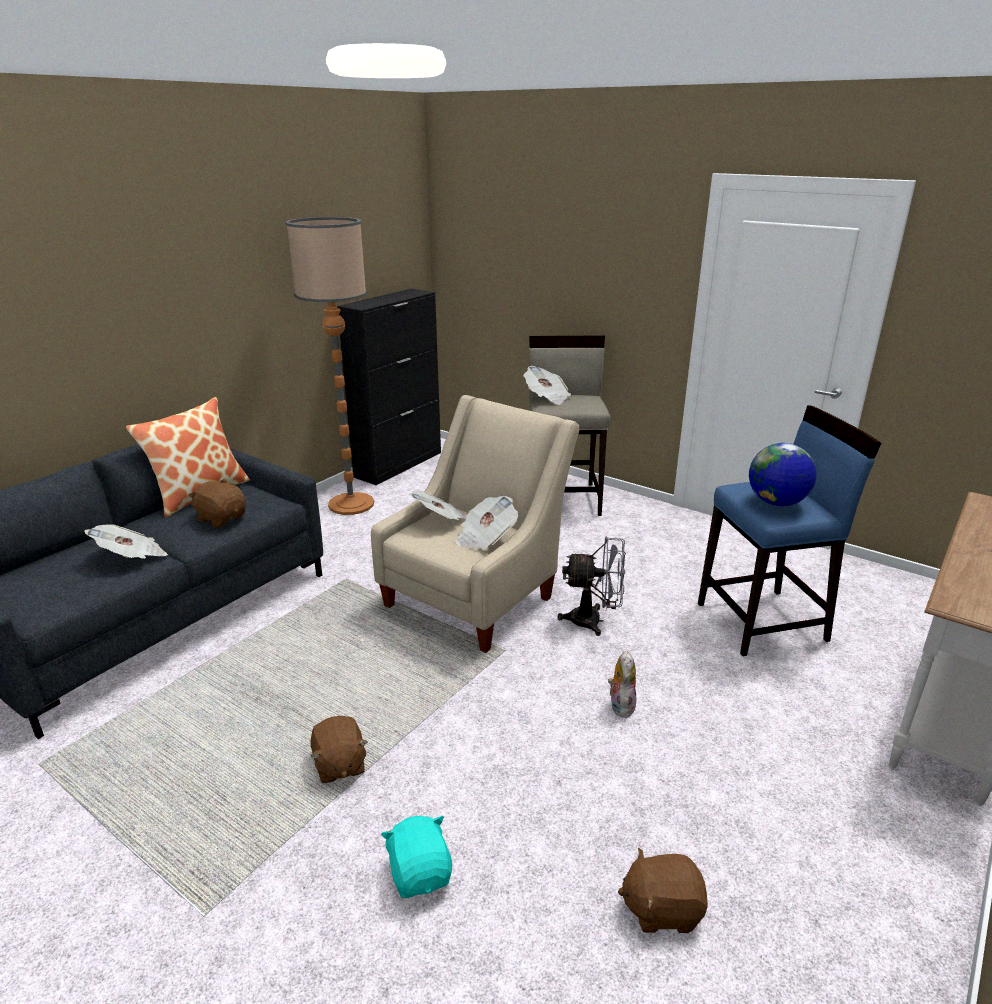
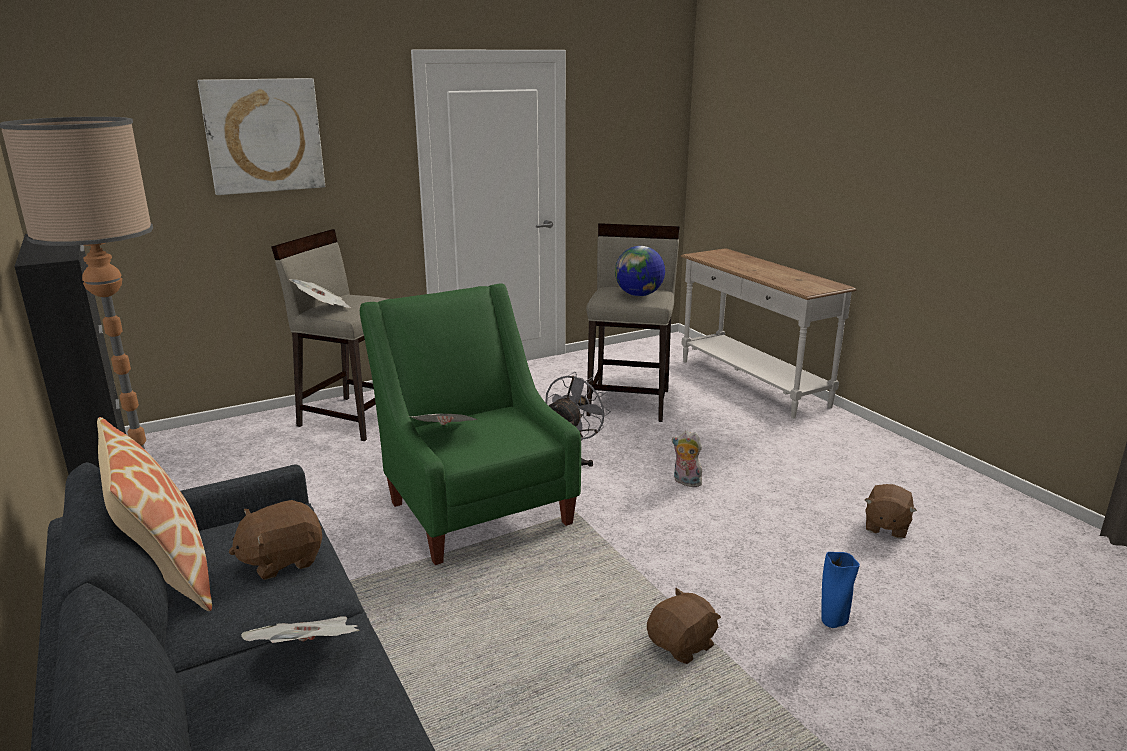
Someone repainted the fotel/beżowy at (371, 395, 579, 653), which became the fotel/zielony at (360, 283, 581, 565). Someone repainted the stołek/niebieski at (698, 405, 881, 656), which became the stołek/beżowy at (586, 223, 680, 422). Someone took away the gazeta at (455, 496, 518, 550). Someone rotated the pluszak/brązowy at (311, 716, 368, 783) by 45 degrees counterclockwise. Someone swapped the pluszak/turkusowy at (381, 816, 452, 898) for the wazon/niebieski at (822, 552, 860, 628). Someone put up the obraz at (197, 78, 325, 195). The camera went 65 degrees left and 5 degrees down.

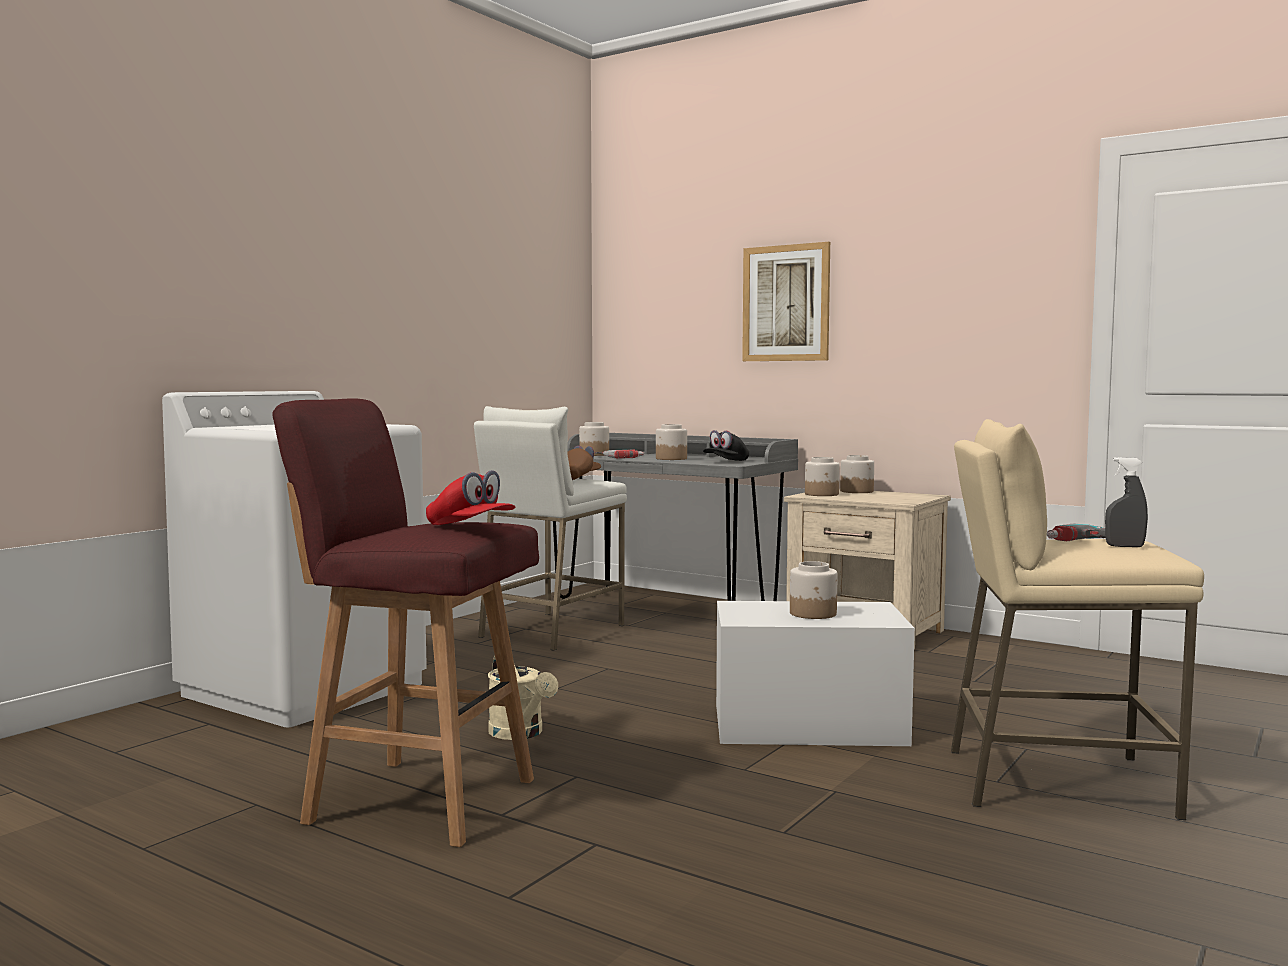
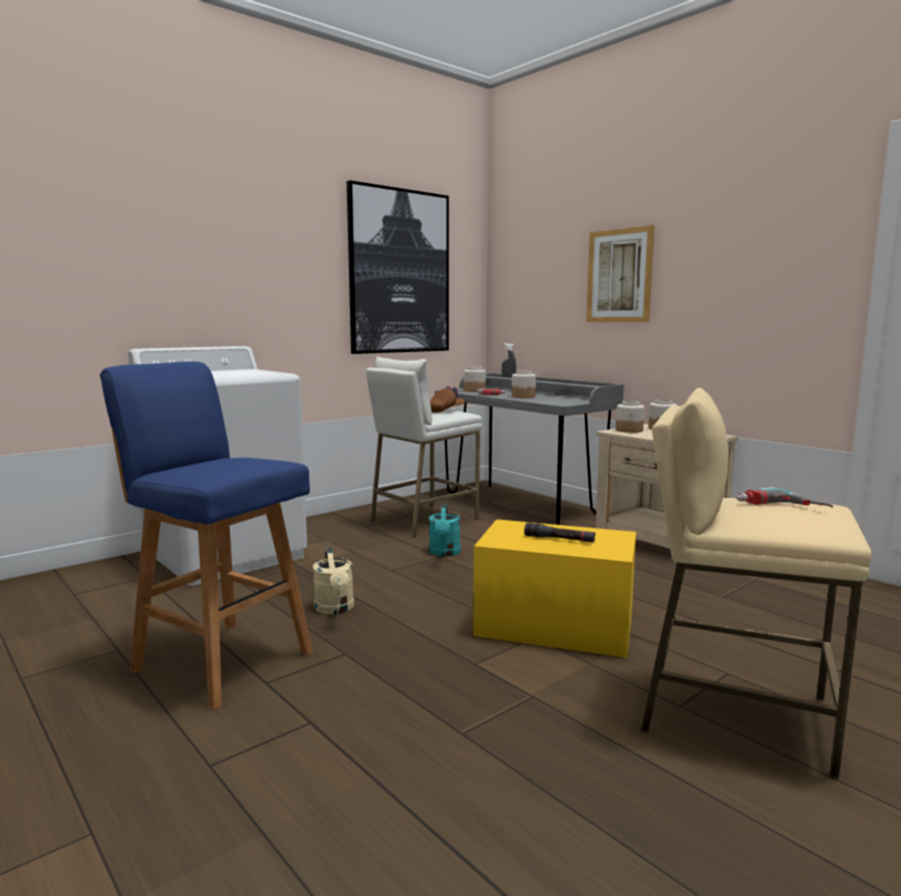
Someone repainted the stołek/czerwony at (272, 398, 539, 847), which became the stołek/niebieski at (100, 361, 313, 710). Someone took away the czapka z daszkiem/czarny at (703, 430, 749, 461). Someone carried the spryskiwacz/szary from (1105, 457, 1148, 547) to (502, 343, 516, 378). Someone took away the czapka z daszkiem/czerwony at (426, 470, 515, 525). Someone swapped the słoik at (790, 561, 838, 619) for the latarka/czarny at (524, 522, 596, 543). Someone repainted the pojemnik do przechowywania/biały at (716, 601, 915, 746), which became the pojemnik do przechowywania/żółty at (473, 519, 636, 658). Someone put up the obraz at (347, 180, 449, 354). Someone put down the konewka/turkusowy at (429, 504, 461, 557). The camera went 15 degrees right and 5 degrees up.

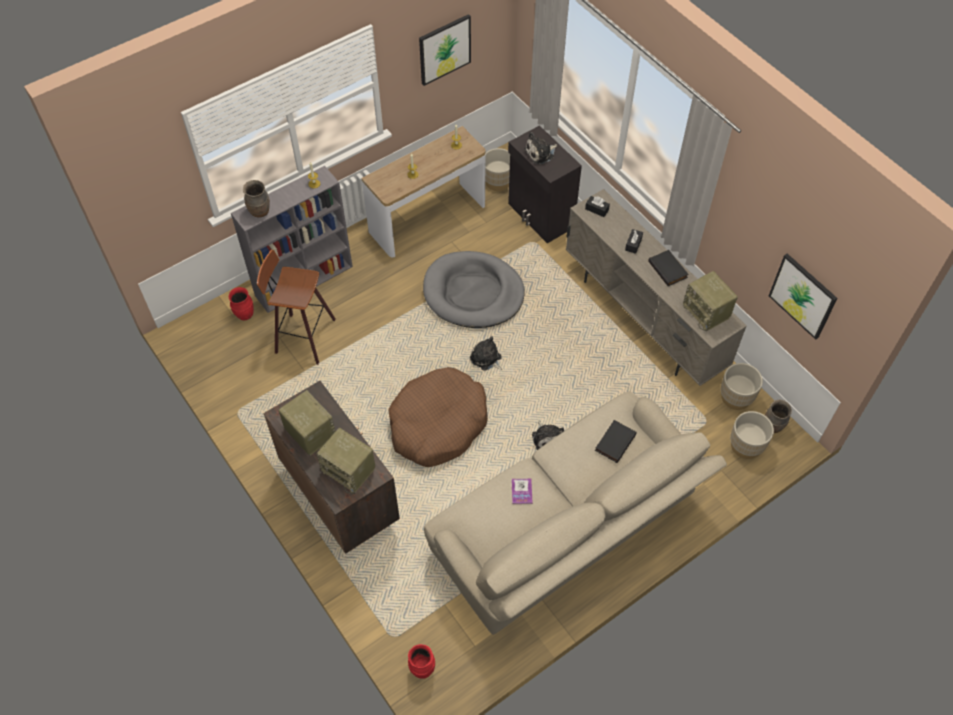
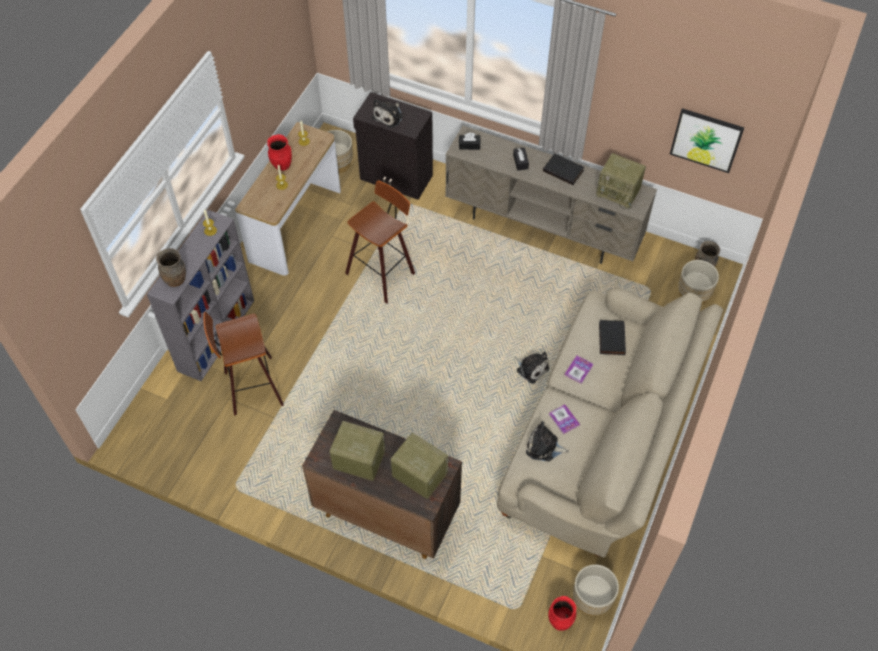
Someone took away the obraz at (419, 14, 471, 86). Someone swapped the legowisko/szary at (423, 251, 525, 328) for the stołek at (345, 180, 415, 304). Someone carried the wazon/czerwony from (229, 287, 254, 320) to (267, 134, 292, 171). Someone carried the pluszak from (470, 336, 502, 371) to (526, 421, 569, 461). Someone carried the donica/beżowy from (721, 363, 763, 410) to (573, 565, 619, 616). Someone took away the legowisko/brązowy at (388, 367, 488, 467). Someone rotated the radio at (316, 428, 375, 494) by 150 degrees counterclockwise. Someone put down the książka at (565, 356, 593, 384). The camera went 30 degrees left and 0 degrees up.

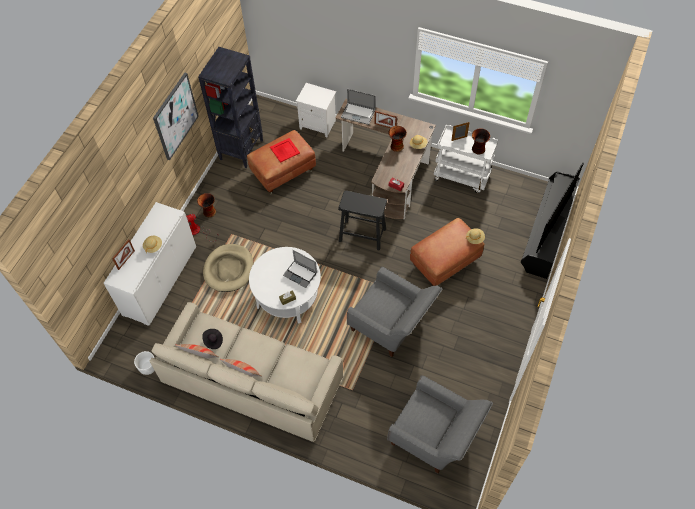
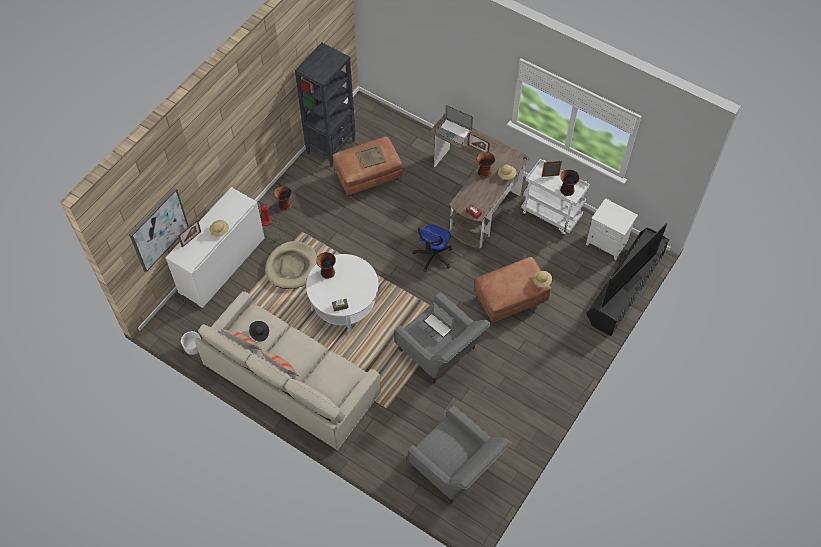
Someone carried the obraz from (153, 73, 199, 160) to (129, 187, 189, 272). Someone carried the szafka nocna/biały from (296, 83, 336, 138) to (586, 198, 638, 260). Someone repainted the taca/czerwony at (270, 138, 300, 163), which became the taca/beżowy at (357, 144, 386, 168). Someone swapped the stołek/czarny at (338, 190, 387, 251) for the krzesło biurowe at (412, 224, 452, 272). Someone carried the laptop from (283, 250, 317, 288) to (418, 302, 454, 343). Someone put down the wazon at (316, 252, 336, 279). The camera went 10 degrees right and 0 degrees up.

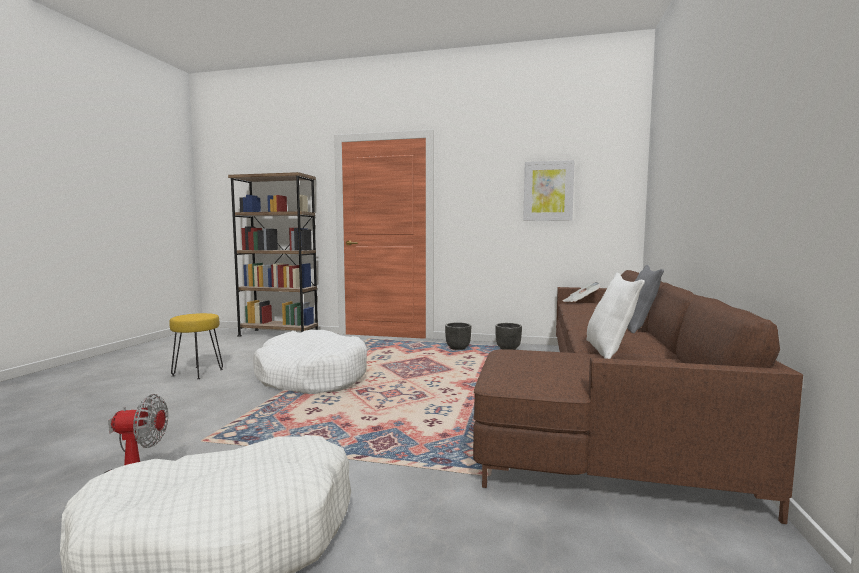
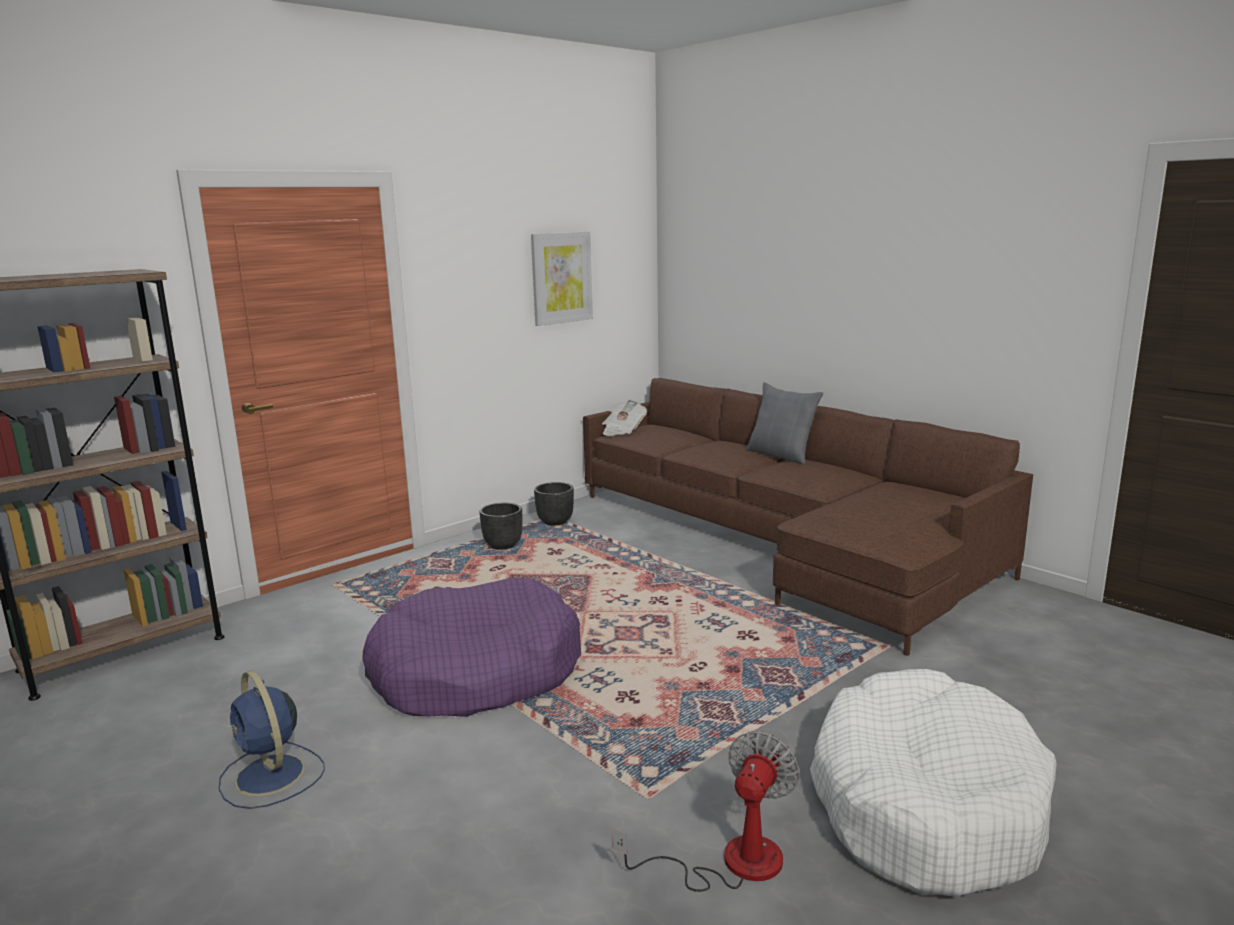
Someone took away the poduszka/biały at (587, 272, 645, 359). Someone swapped the stołek/żółty at (169, 313, 223, 379) for the wentylator/niebieski at (218, 671, 325, 809). Someone repainted the legowisko/biały at (253, 330, 367, 394), which became the legowisko/fioletowy at (362, 577, 581, 717). The camera went 55 degrees left and 10 degrees up.

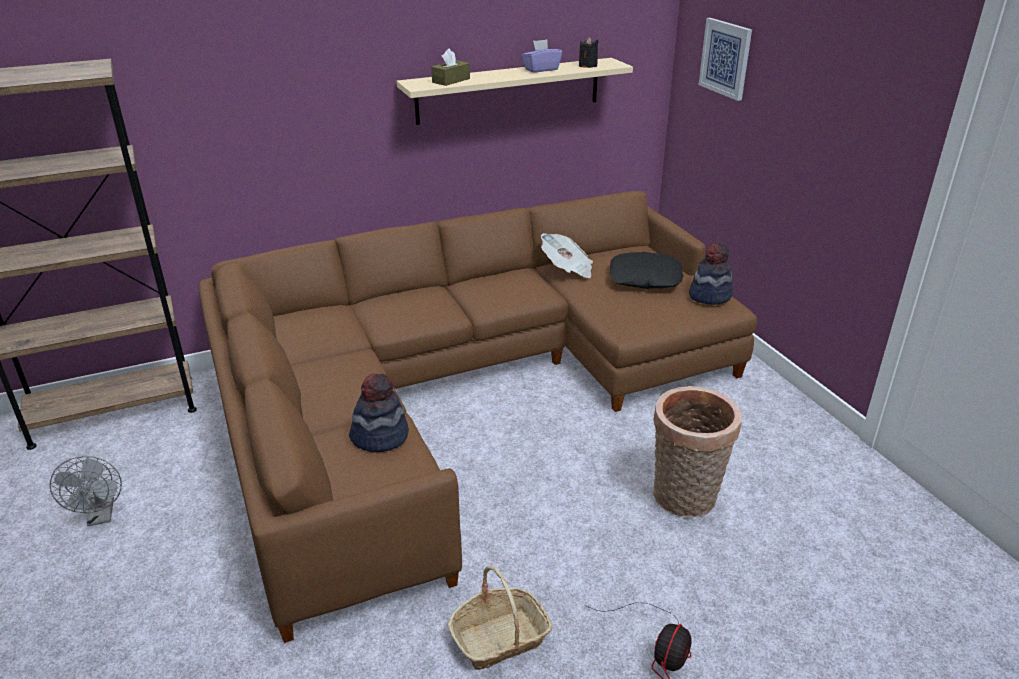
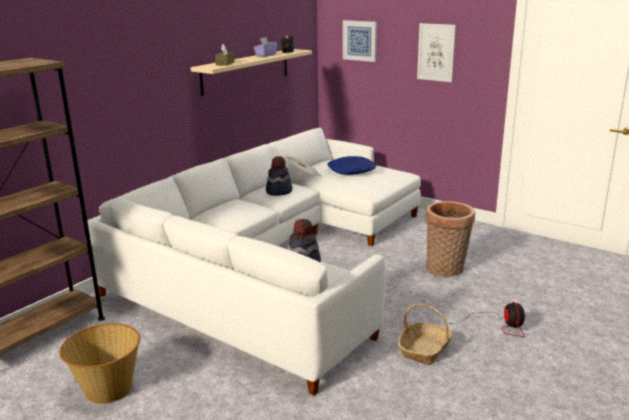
Someone repainted the kanapa/brązowy at (199, 191, 757, 643), which became the kanapa/biały at (85, 128, 421, 396). Someone carried the kapelusz from (689, 243, 733, 305) to (266, 156, 293, 196). Someone repainted the poduszka/czarny at (609, 252, 683, 289), which became the poduszka/niebieski at (328, 156, 376, 175). Someone swapped the wentylator/szary at (50, 456, 122, 526) for the koszyk at (59, 323, 140, 404). Someone put up the obraz at (417, 23, 456, 82). The camera went 30 degrees left and 10 degrees down.

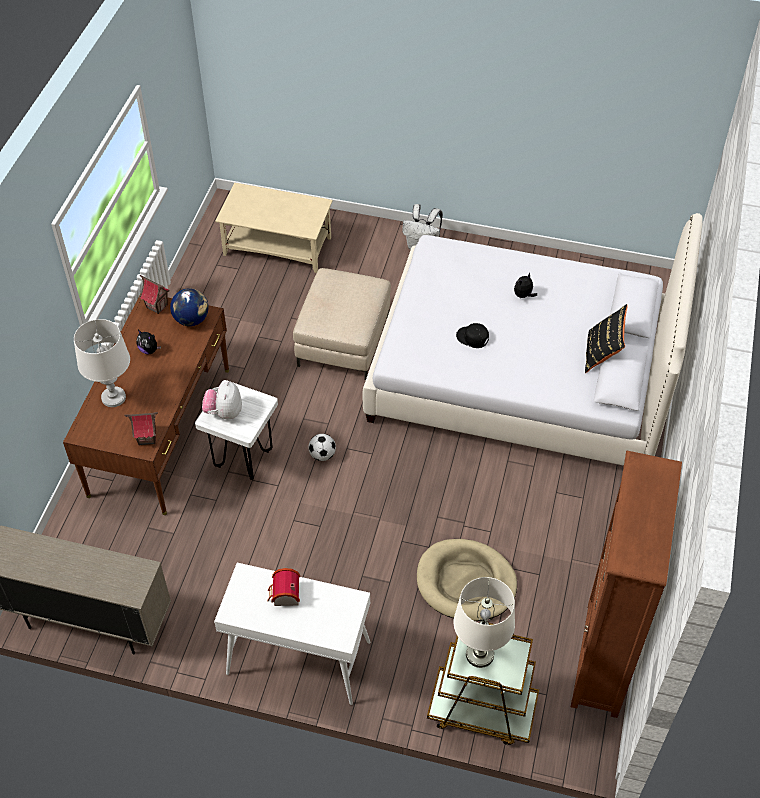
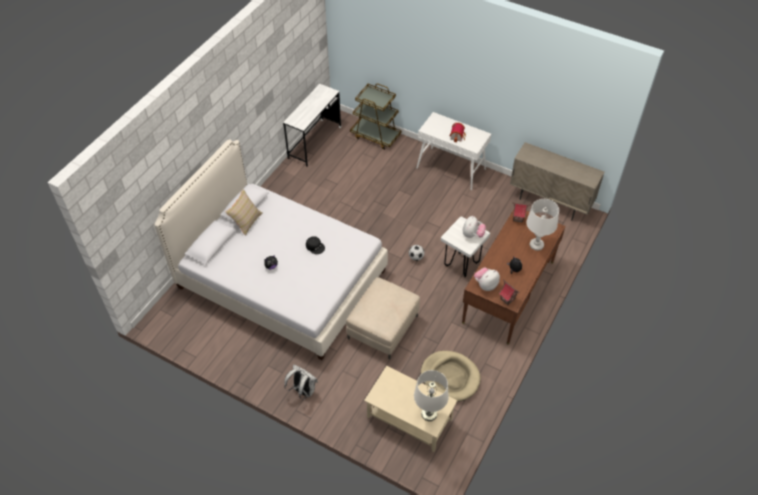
Someone swapped the globus at (170, 288, 209, 326) for the pluszak at (474, 267, 500, 291). Someone repainted the poduszka/czarny at (585, 304, 627, 373), which became the poduszka/beżowy at (225, 189, 262, 236). Someone swapped the regał/brązowy at (571, 451, 682, 718) for the biurko/biały at (283, 84, 341, 166). Someone carried the legowisko/beżowy from (417, 539, 517, 621) to (421, 351, 481, 402). Someone carried the lampa stołowa/biały from (454, 577, 515, 668) to (414, 370, 449, 421). The camera went 165 degrees left and 0 degrees up.

